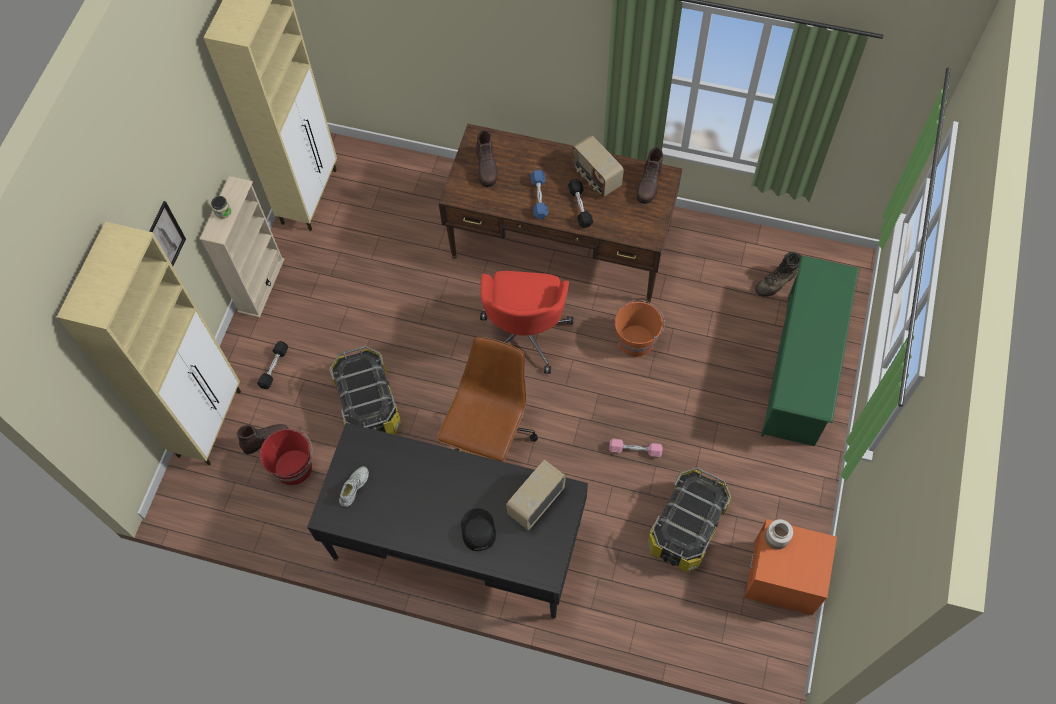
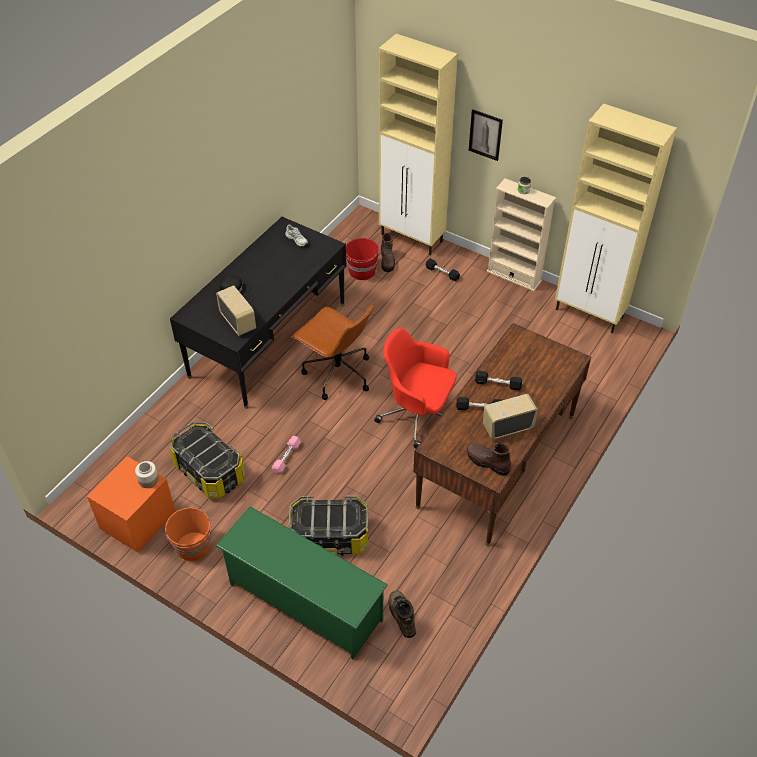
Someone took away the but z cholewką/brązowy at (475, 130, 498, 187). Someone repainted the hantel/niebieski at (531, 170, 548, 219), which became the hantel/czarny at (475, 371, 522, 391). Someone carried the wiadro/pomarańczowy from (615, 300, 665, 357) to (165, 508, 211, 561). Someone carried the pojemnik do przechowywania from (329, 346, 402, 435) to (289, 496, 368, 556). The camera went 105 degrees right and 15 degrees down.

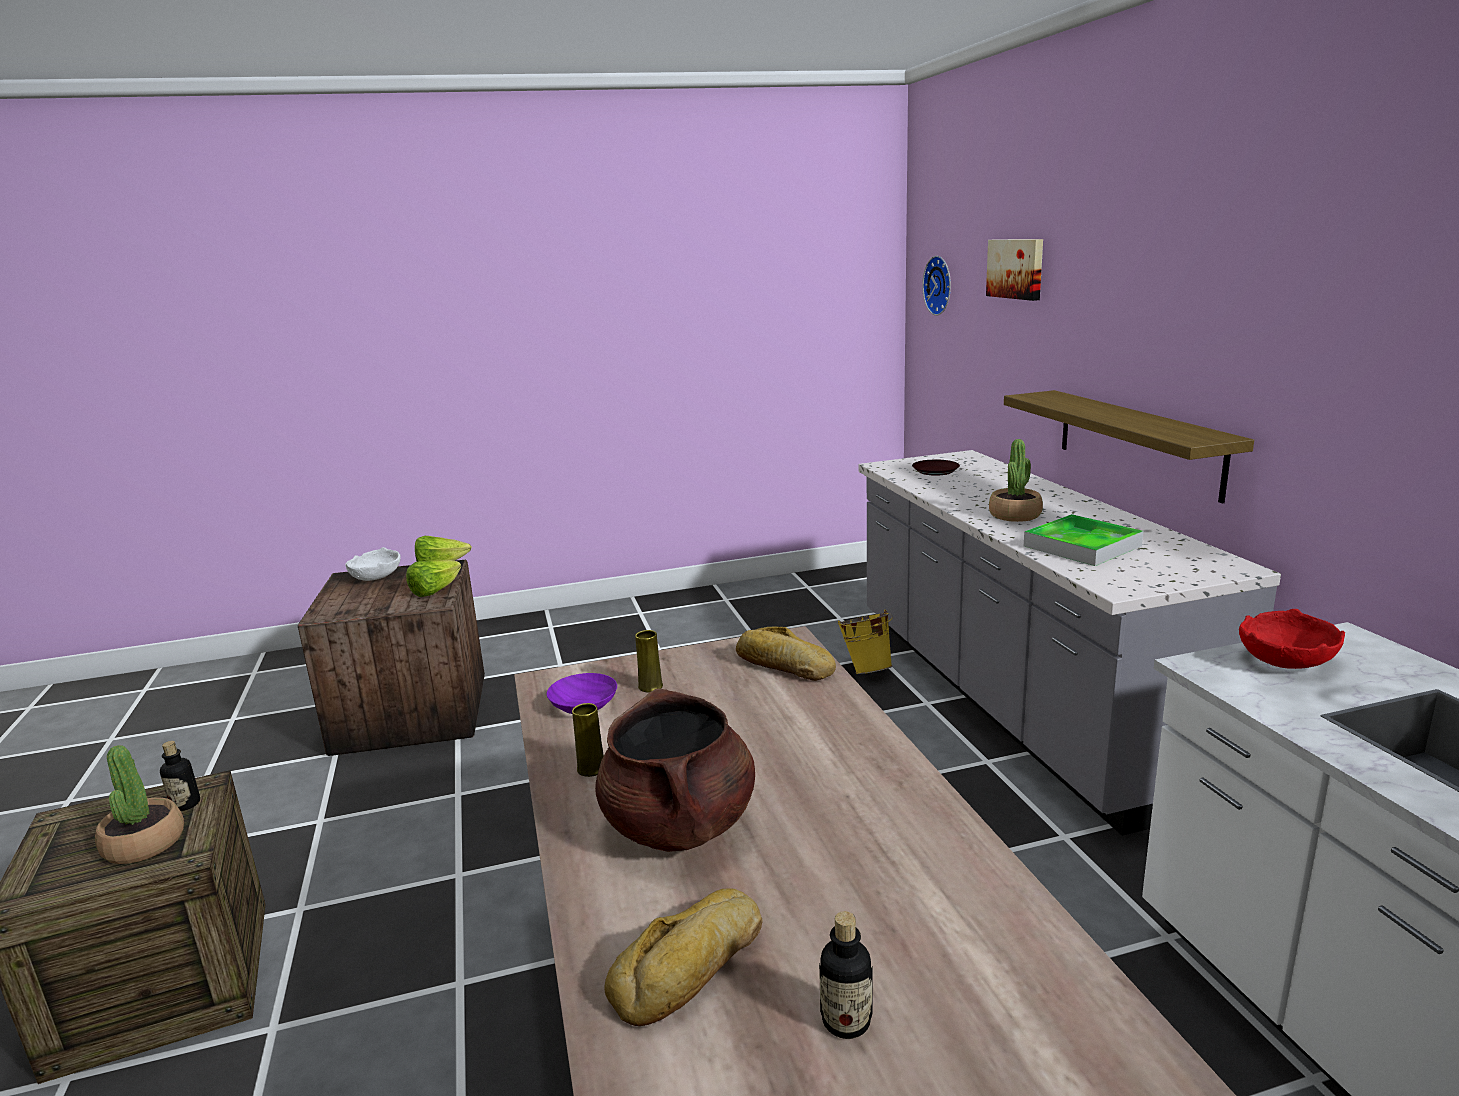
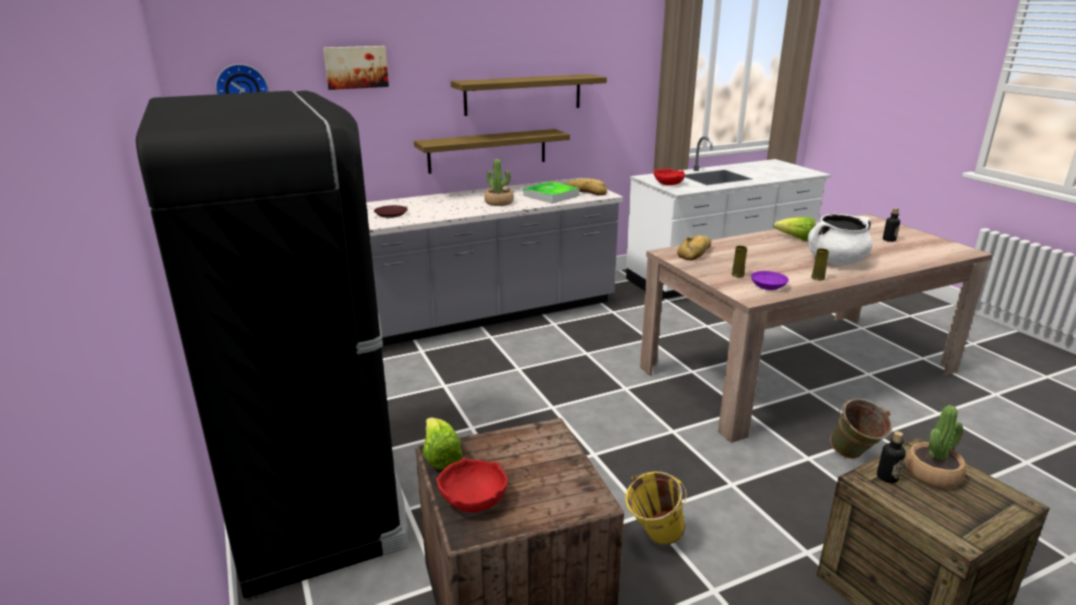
Someone repainted the miska/biały at (345, 547, 400, 581), which became the miska/czerwony at (436, 458, 508, 512). Someone carried the sałata from (406, 560, 461, 597) to (773, 217, 816, 241). Someone carried the wiadro/żółty from (837, 610, 893, 674) to (625, 472, 687, 545). Someone repainted the garnek/brązowy at (595, 688, 755, 852), which became the garnek/biały at (808, 214, 872, 264). Someone carried the chleb from (604, 888, 763, 1026) to (566, 178, 607, 196). Someone put up the półka at (451, 74, 607, 116). Someone put down the lodówka/czarny at (136, 90, 408, 599). Someone put down the wiadro/zielony at (830, 399, 892, 459). The camera went 100 degrees left and 5 degrees up.

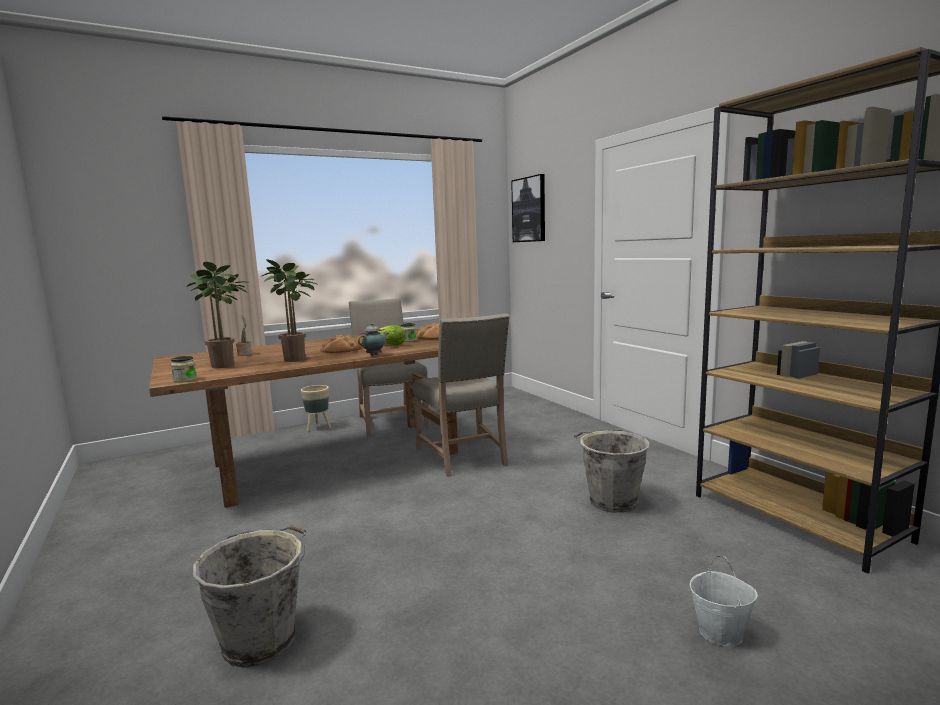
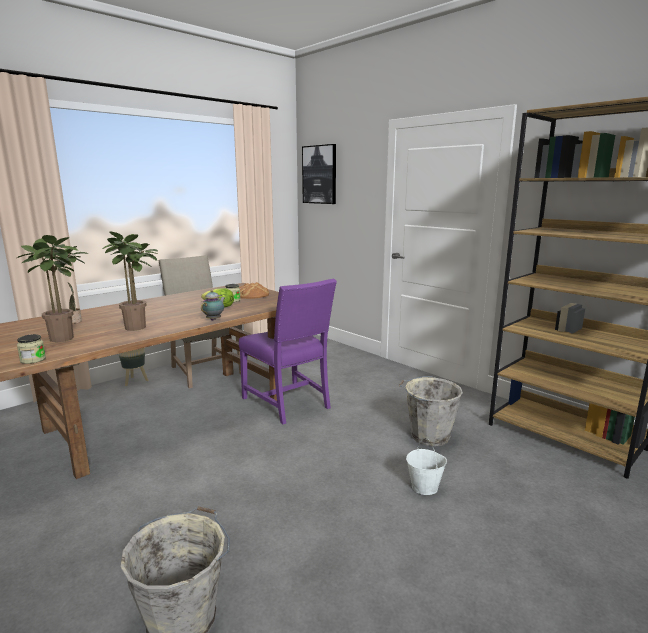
Someone repainted the krzesło/beżowy at (413, 313, 510, 477), which became the krzesło/fioletowy at (239, 279, 337, 424). Someone took away the chleb at (320, 334, 362, 353). Someone carried the wiadro/biały from (690, 556, 758, 646) to (406, 439, 447, 495). The camera went 15 degrees left and 5 degrees up.

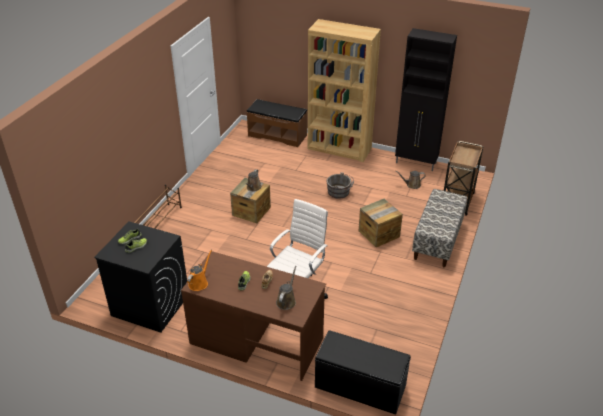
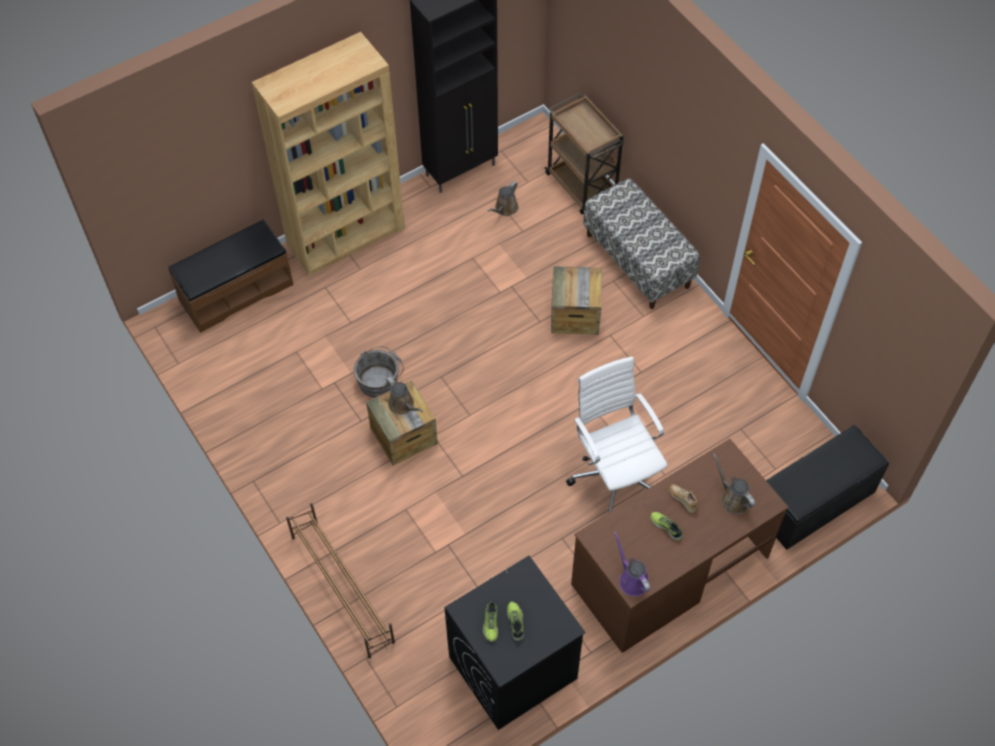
Someone carried the wiadro/szary from (327, 172, 354, 199) to (354, 346, 404, 398). Someone repainted the konewka/pomarańczowy at (187, 250, 212, 291), which became the konewka/fioletowy at (614, 531, 650, 596). The camera went 55 degrees left and 20 degrees up.

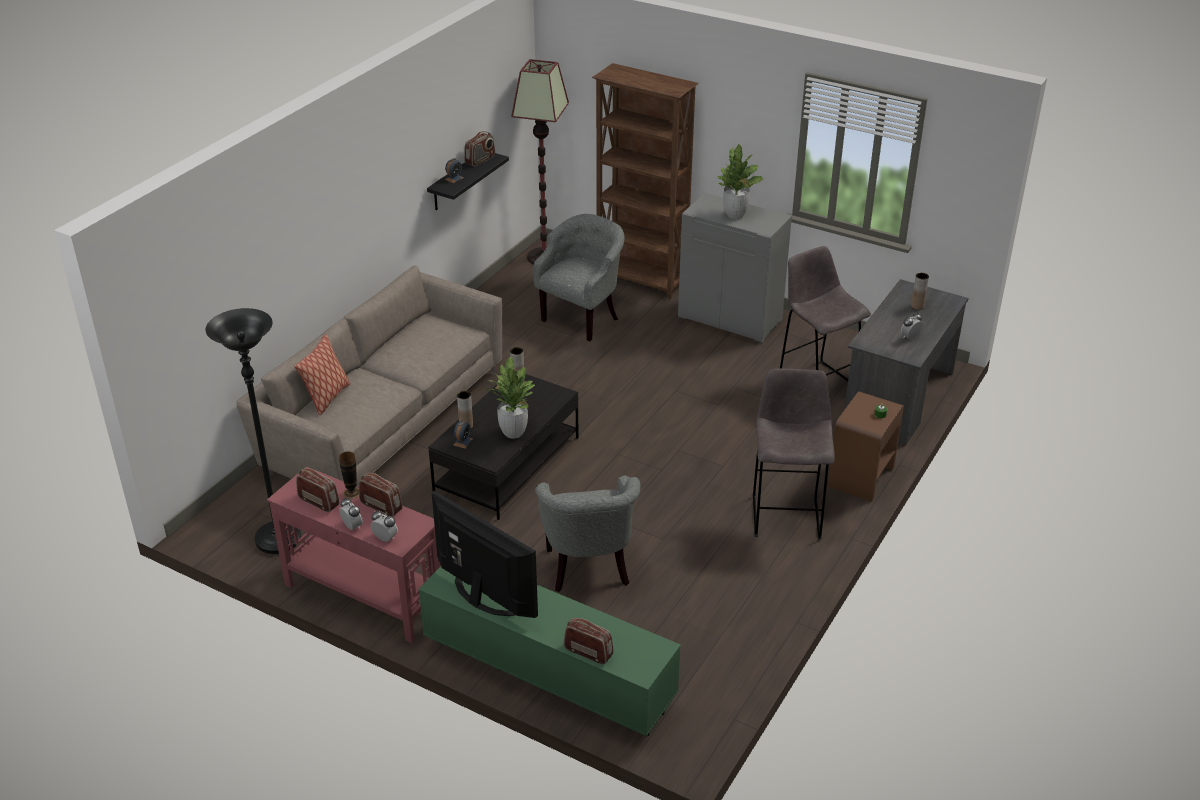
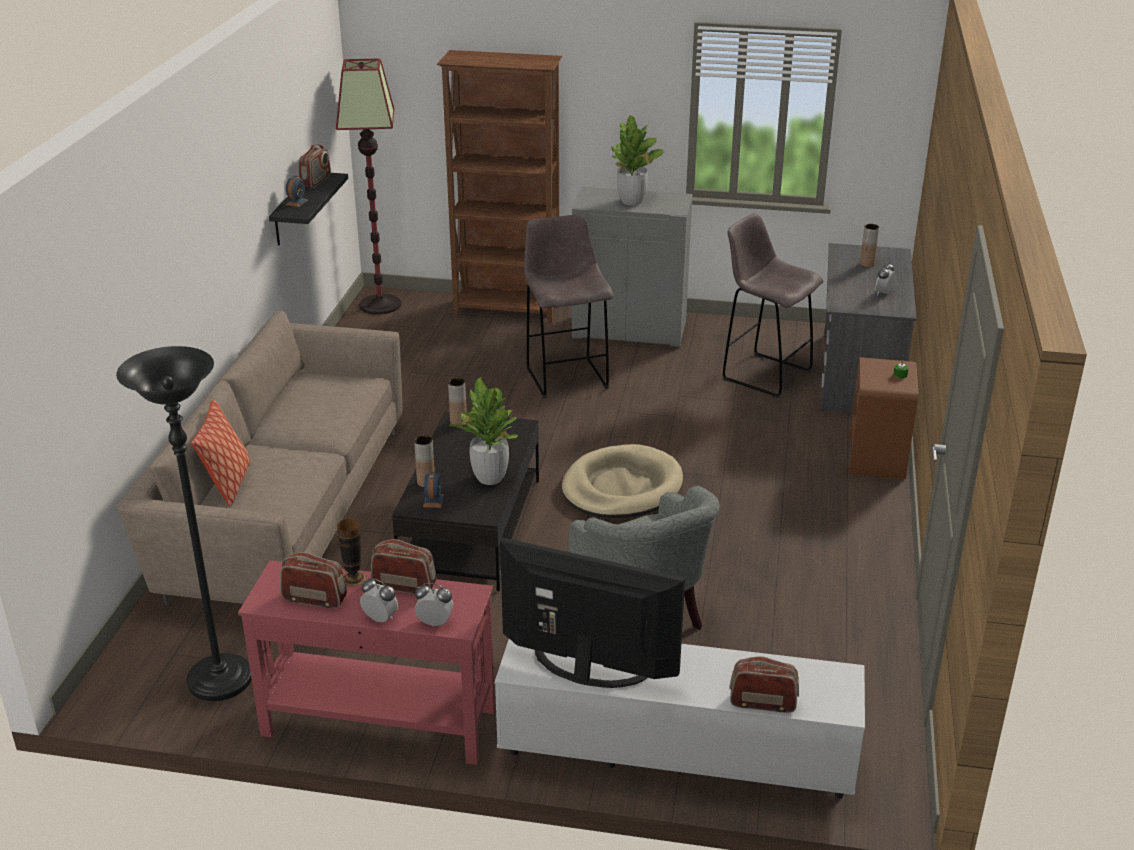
Someone took away the fotel/szary at (533, 214, 625, 341). Someone carried the stołek/szary from (753, 368, 835, 539) to (524, 214, 613, 398). Someone repainted the szafka pod telewizor/zielony at (418, 567, 681, 737), which became the szafka pod telewizor/biały at (495, 639, 865, 798). Someone put down the legowisko/beżowy at (562, 444, 683, 518). The camera went 20 degrees left and 5 degrees down.

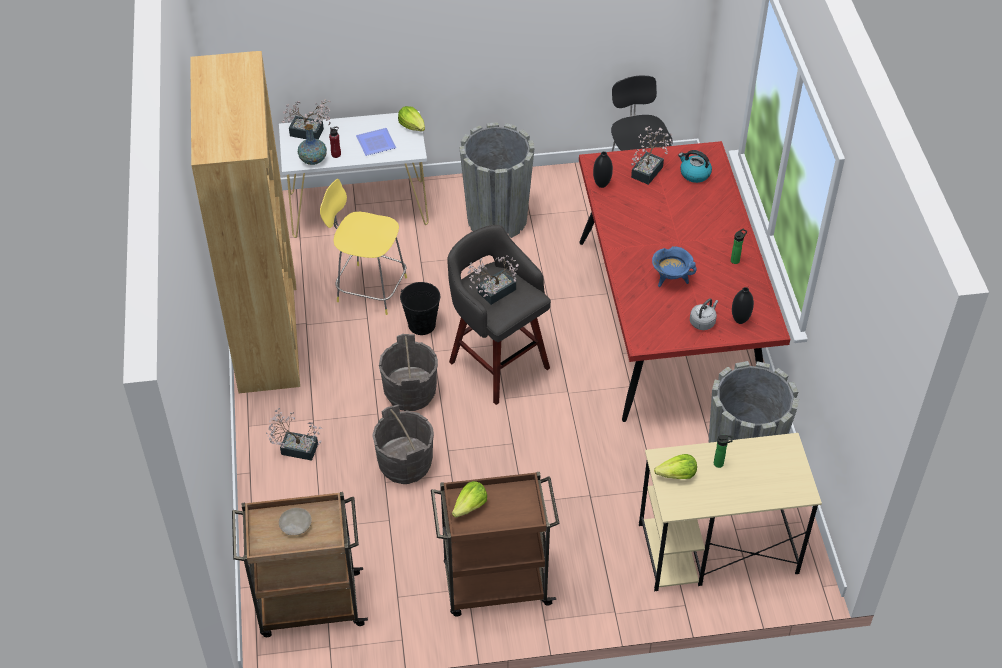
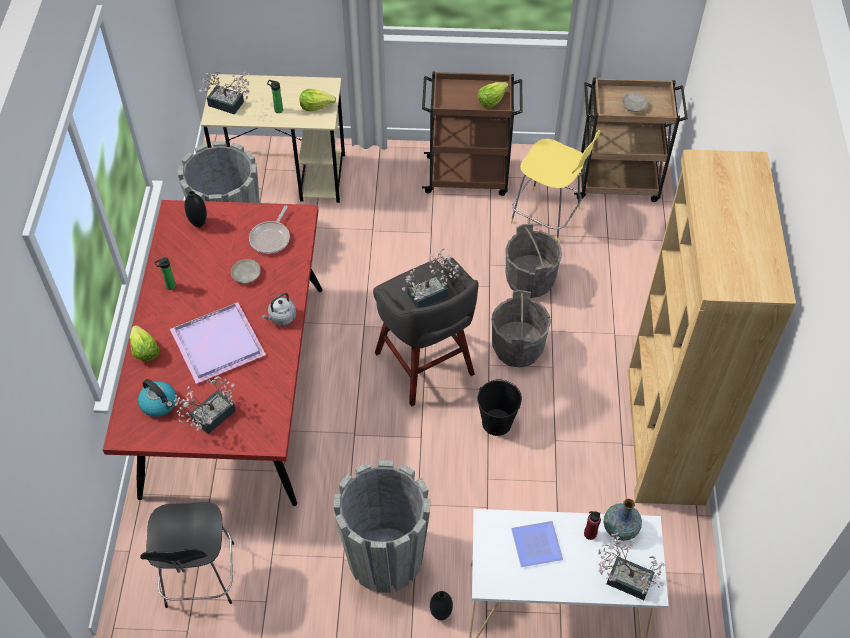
Someone carried the sałata from (398, 106, 425, 131) to (130, 325, 159, 361). Someone carried the wazon/czarny from (593, 151, 613, 188) to (430, 591, 453, 620). Someone carried the stołek/żółty from (320, 179, 407, 315) to (510, 130, 601, 241). Someone swapped the garnek/niebieski at (652, 246, 697, 287) for the talerz/beżowy at (231, 259, 261, 283). Someone carried the czajnik/szary from (690, 298, 718, 330) to (262, 292, 296, 326). Someone carried the roślina doniczkowa from (266, 408, 323, 461) to (199, 71, 250, 115). Someone put down the patelnia at (249, 206, 290, 254). Someone put down the taca/fioletowy at (170, 302, 266, 384). The camera went 170 degrees left and 5 degrees up.

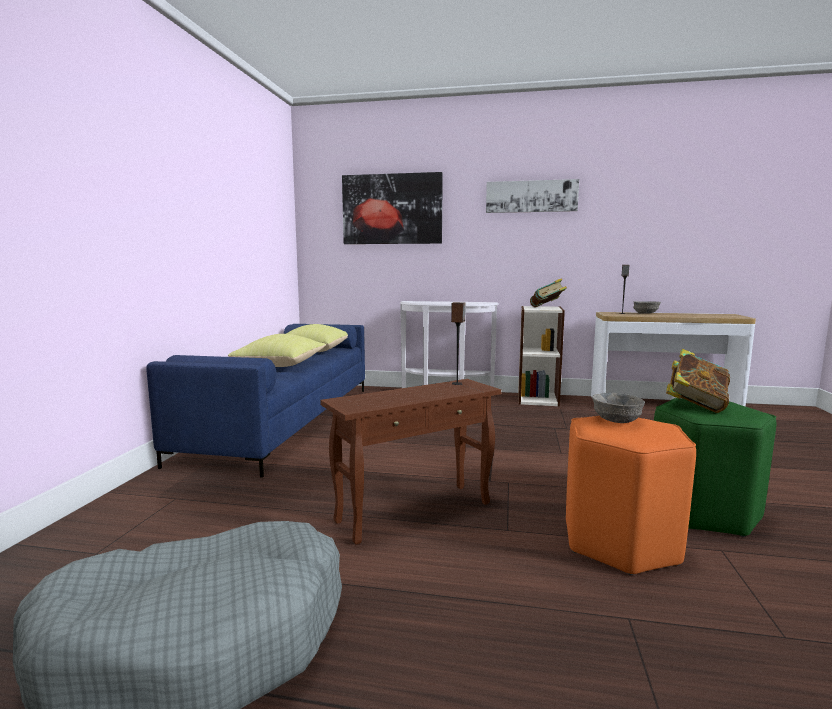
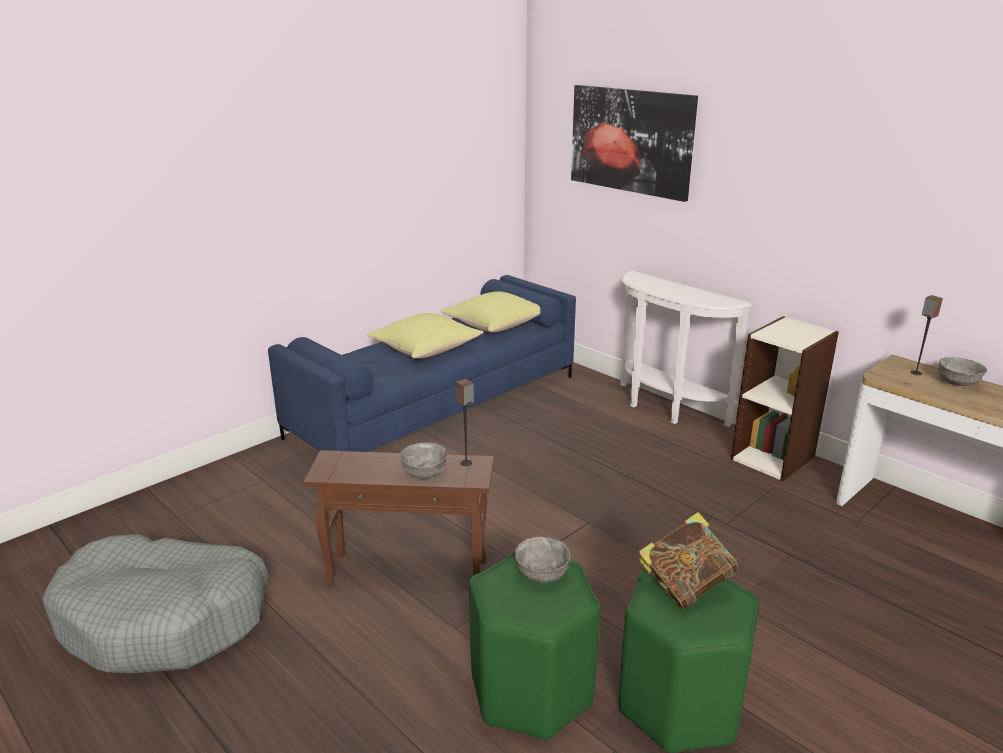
Someone took away the obraz at (486, 179, 579, 213). Someone took away the książka at (530, 278, 567, 307). Someone repainted the stołek/pomarańczowy at (566, 416, 696, 575), which became the stołek/zielony at (469, 552, 600, 740). Someone put down the miska/szary at (400, 442, 447, 479). The camera went 35 degrees right and 15 degrees up.

